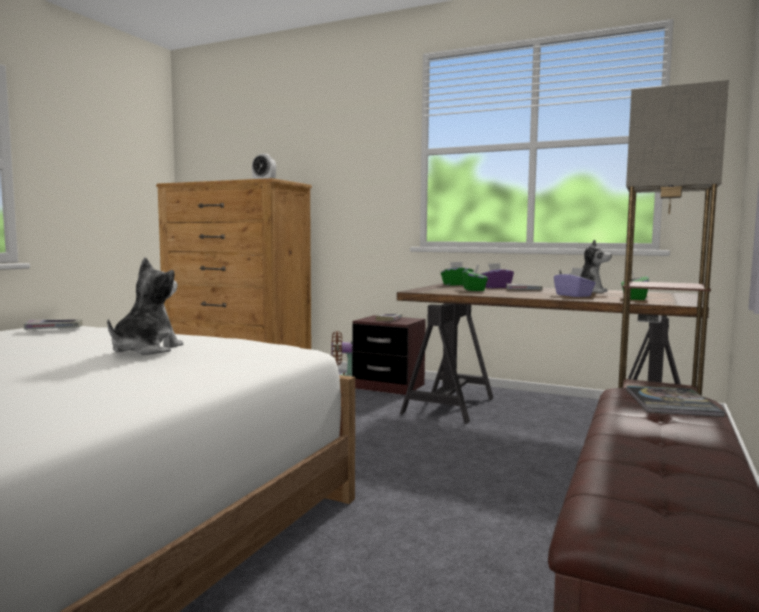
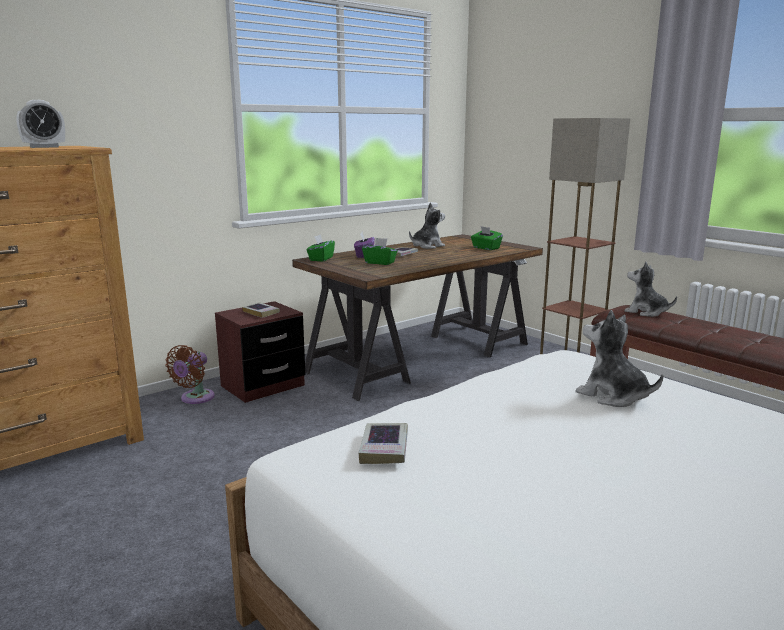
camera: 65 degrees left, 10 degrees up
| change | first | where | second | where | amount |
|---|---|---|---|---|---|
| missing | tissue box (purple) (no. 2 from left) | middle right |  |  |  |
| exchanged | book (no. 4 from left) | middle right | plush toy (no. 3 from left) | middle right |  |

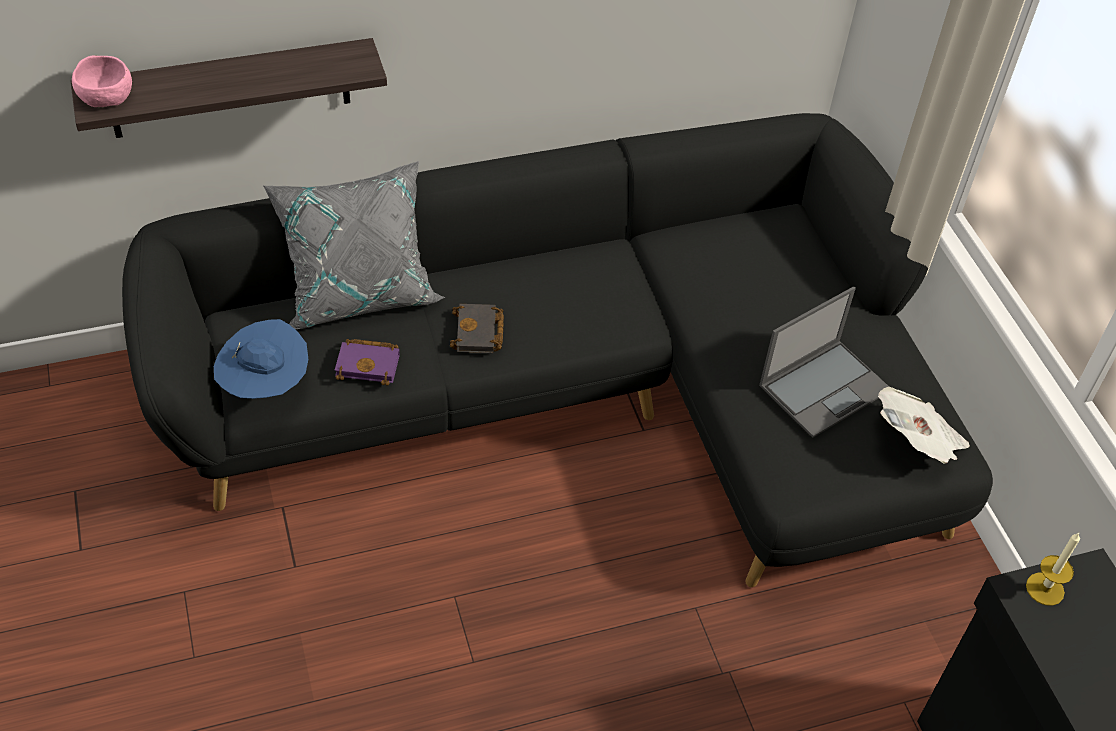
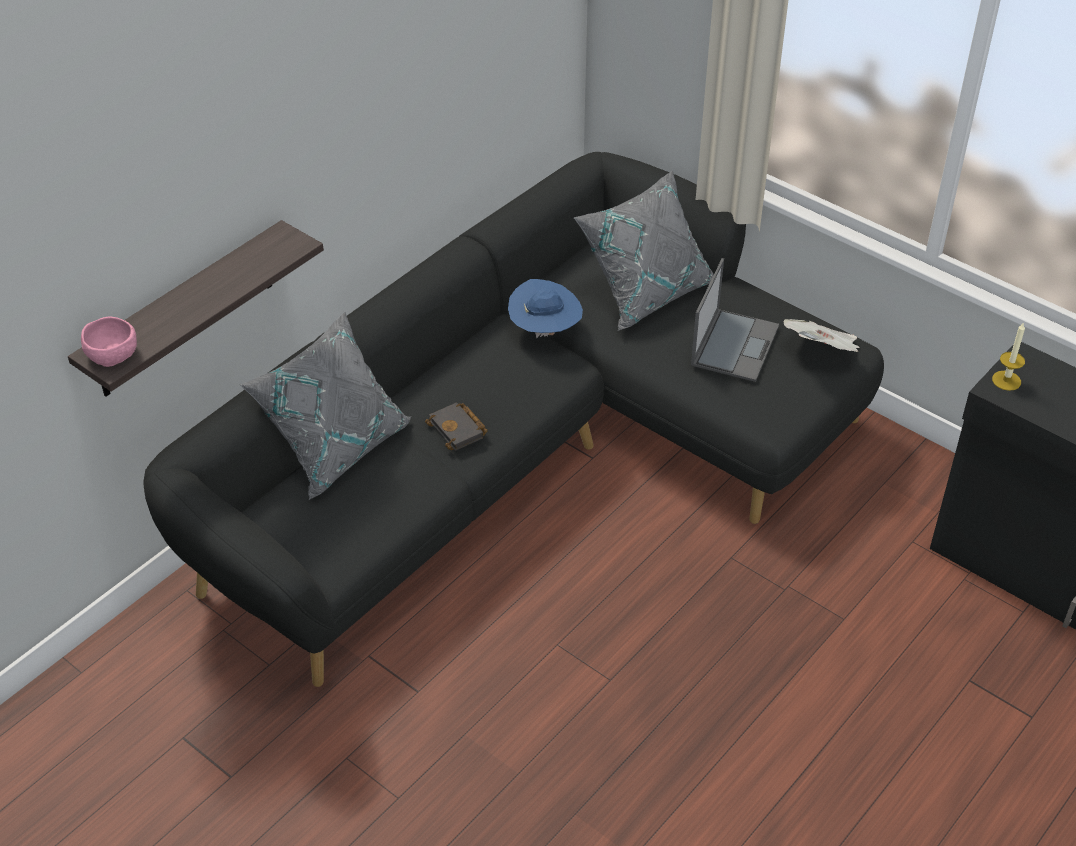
camera: 30 degrees left, 5 degrees down
| change | first | where | second | where | amount |
|---|---|---|---|---|---|
| missing | book (purple) | middle left |  |  |  |
| appeared |  |  | pillow (grey) (no. 2 from left) | top centre |  |
| relocated | hat (blue) | middle left |  | centre |  |

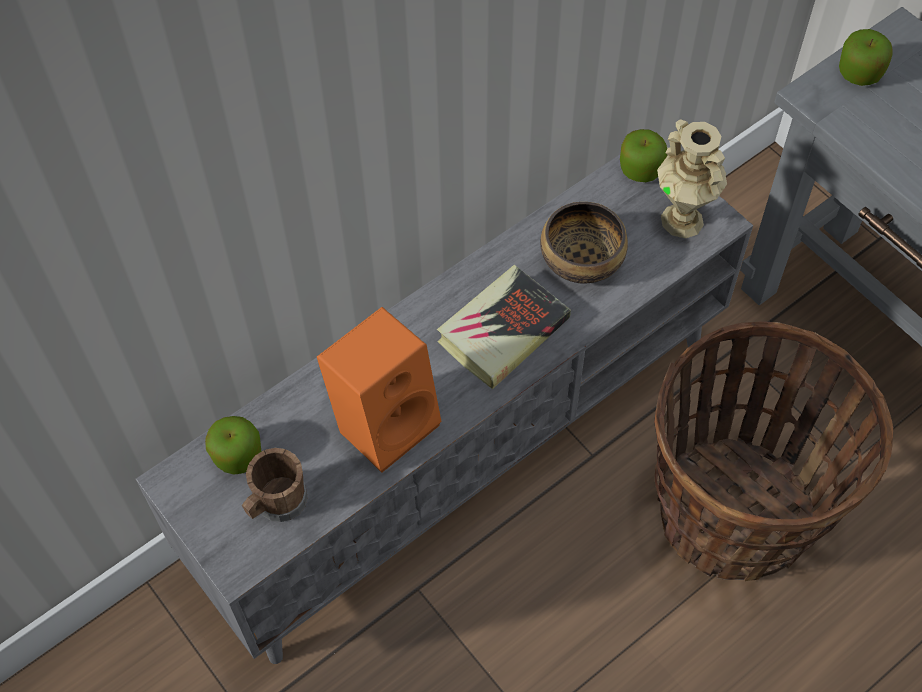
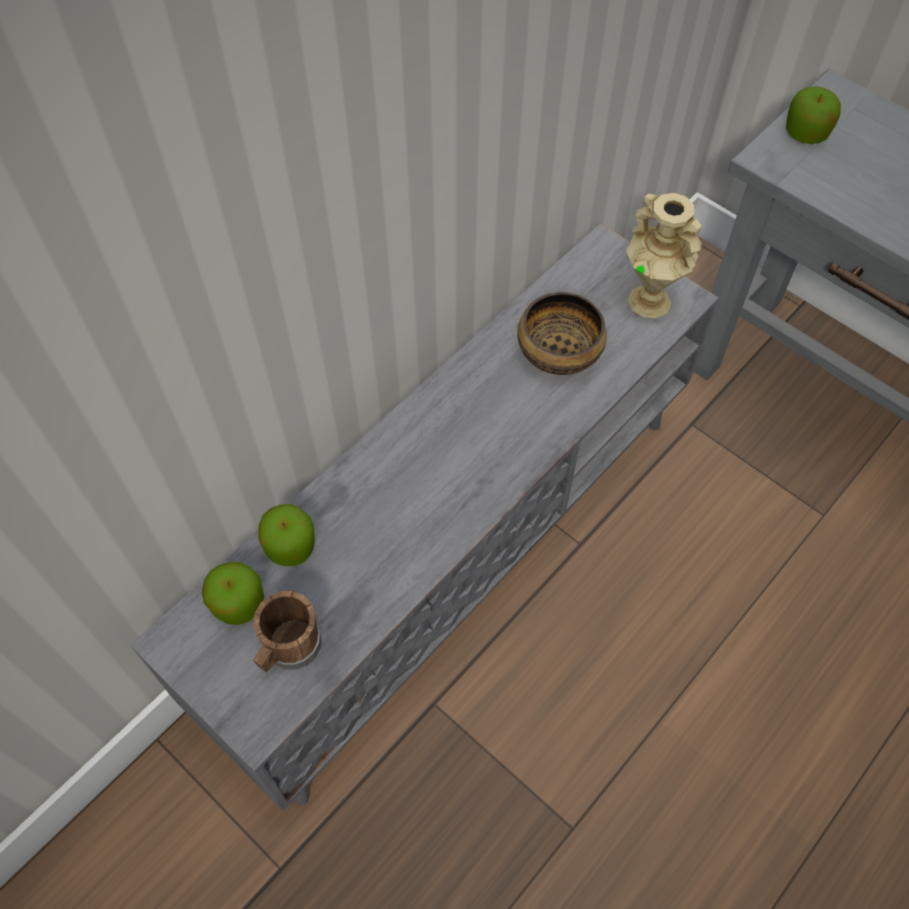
camera: 10 degrees left, 0 degrees up
| change | first | where | second | where | amount |
|---|---|---|---|---|---|
| missing | speaker (orange) | centre |  |  |  |
| missing | book | centre |  |  |  |
| missing | basket | middle right |  |  |  |
| relocated | apple (no. 2 from left) | top right |  | middle left |  |

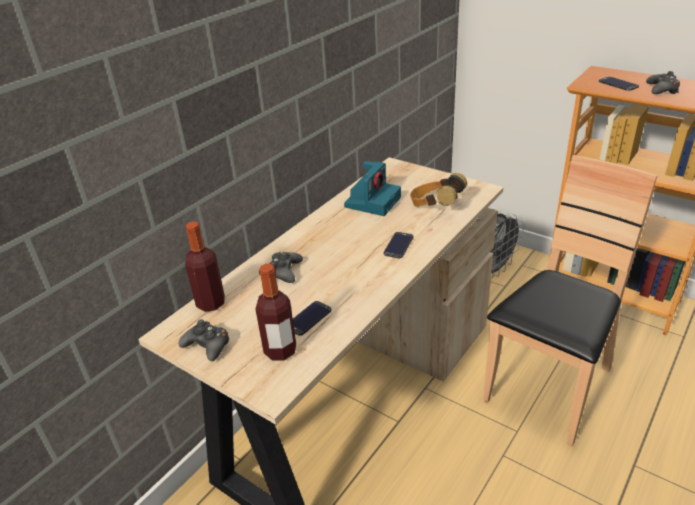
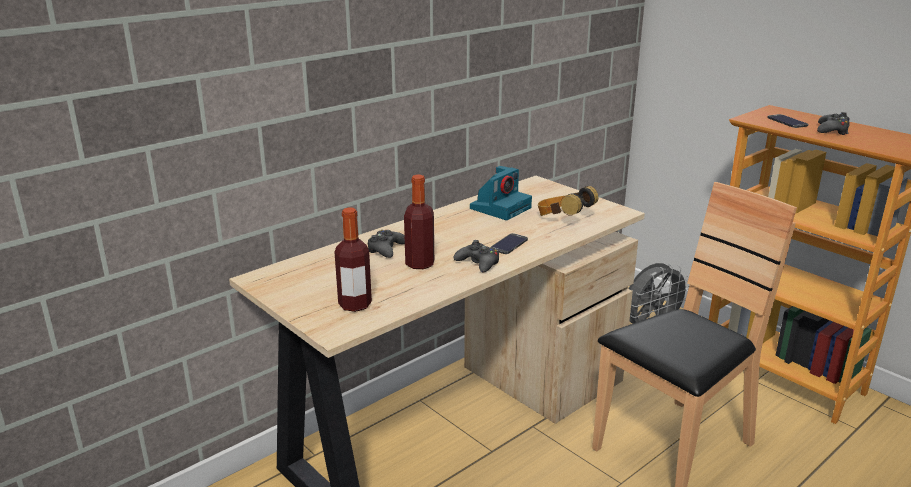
camera: 10 degrees right, 10 degrees down
| change | first | where | second | where | amount |
|---|---|---|---|---|---|
| missing | phone (no. 1 from left) | centre |  |  |  |
| relocated | game controller (black) (no. 1 from left in the first image) | bottom left | game controller (black) (no. 2 from left) | centre |  |
| relocated | bottle (no. 1 from left in the first image) | middle left | bottle (no. 2 from left) | centre |  |

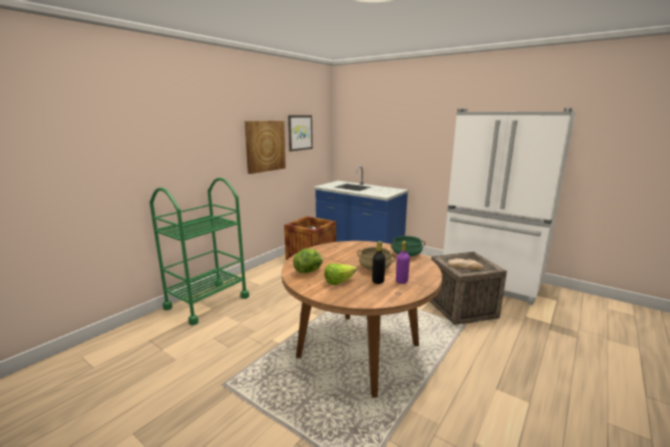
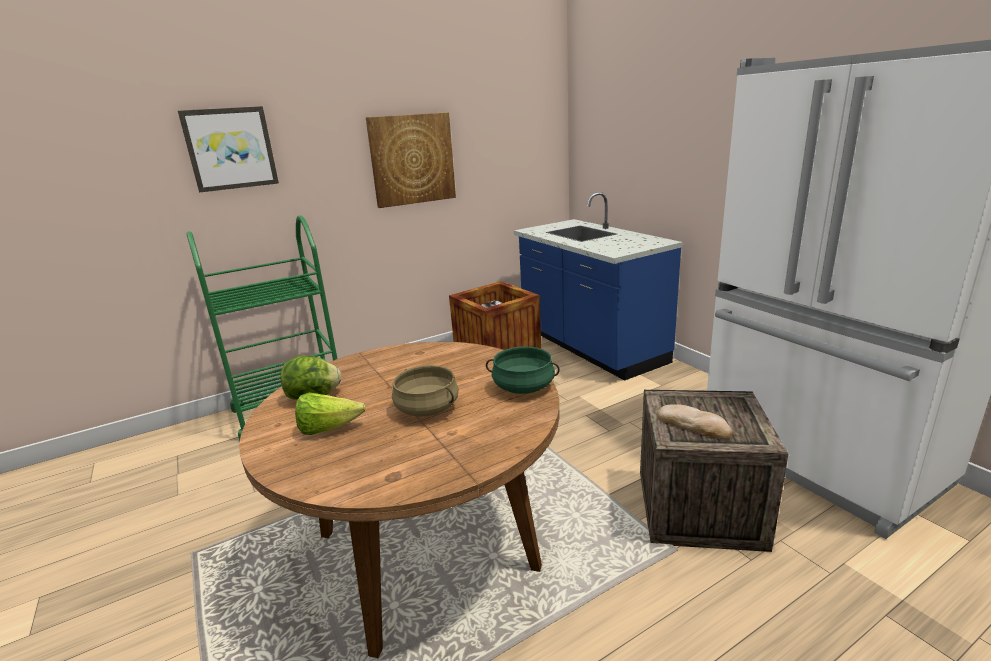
camera: 25 degrees right, 5 degrees up
| change | first | where | second | where | amount |
|---|---|---|---|---|---|
| missing | bottle (black) | centre |  |  |  |
| missing | bottle (purple) | centre |  |  |  |
| relocated | picture (no. 2 from left in the first image) | top centre | picture (no. 1 from left) | top left |  |

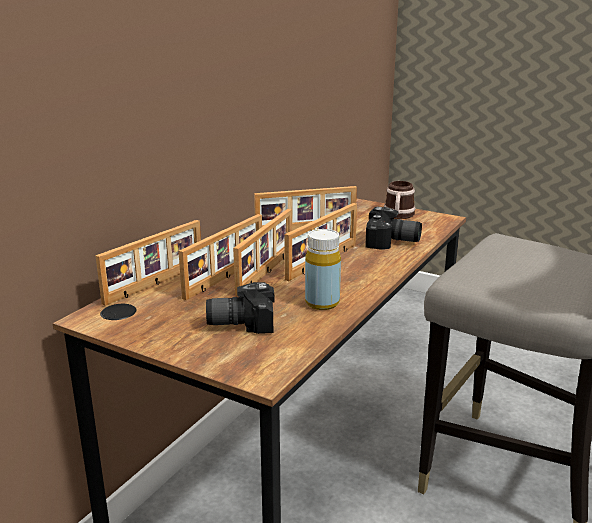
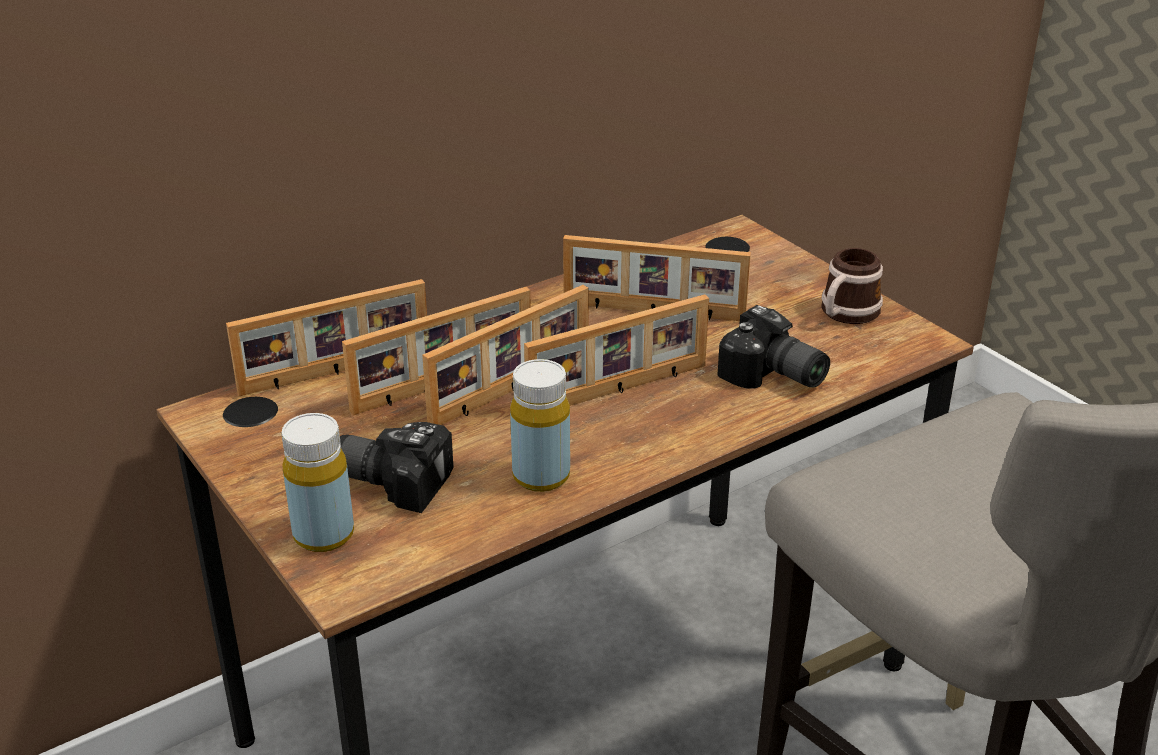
camera: 25 degrees right, 10 degrees up
| change | first | where | second | where | amount |
|---|---|---|---|---|---|
| appeared |  |  | bottle (yellow) (no. 1 from left) | middle left |  |

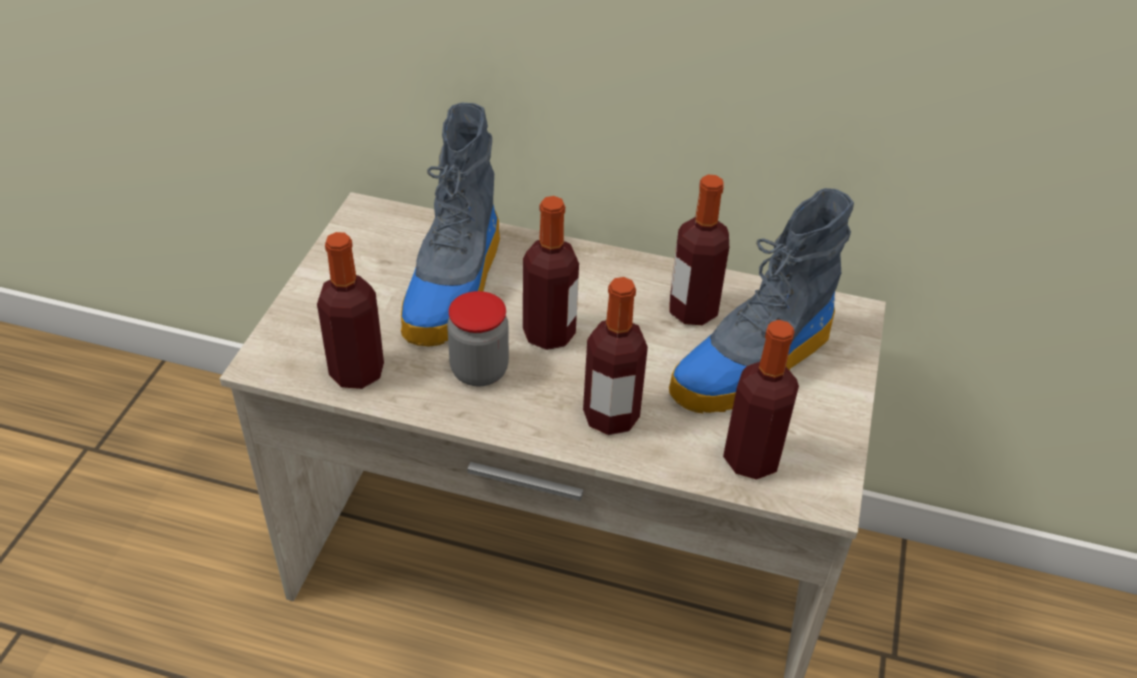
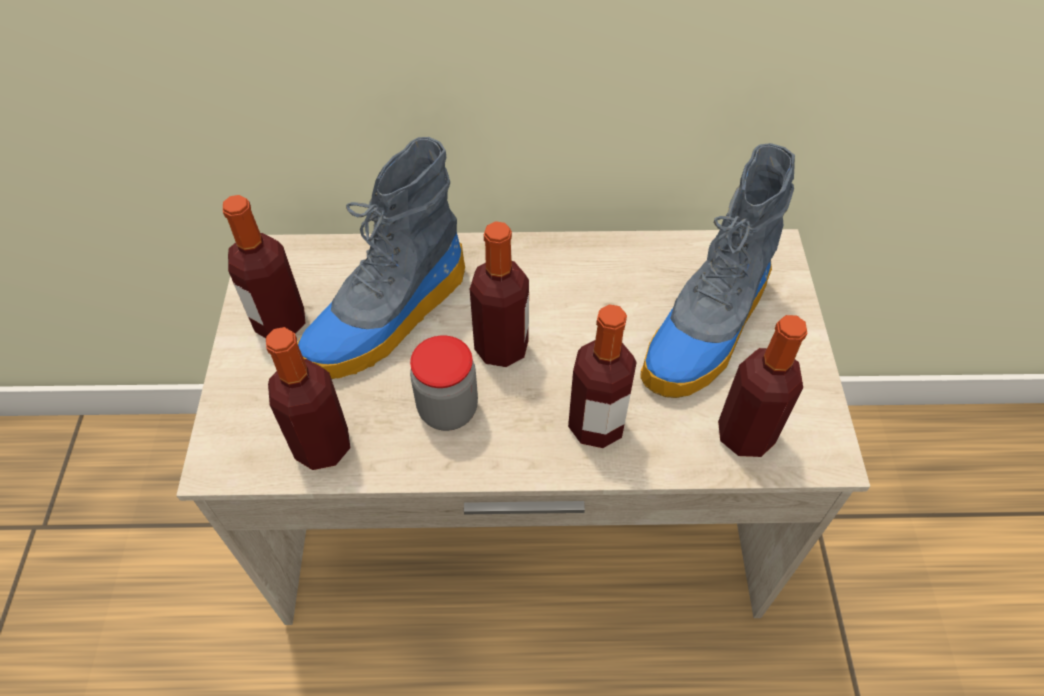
camera: 15 degrees left, 10 degrees up
| change | first | where | second | where | amount |
|---|---|---|---|---|---|
| relocated | bottle (no. 4 from left in the first image) | centre | bottle (no. 1 from left) | middle left |  |
| spun | boot (no. 1 from left) | top centre |  | centre | 45 degrees clockwise |

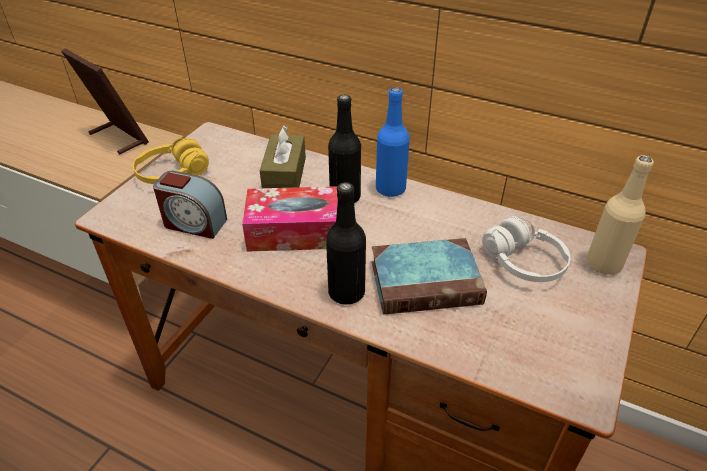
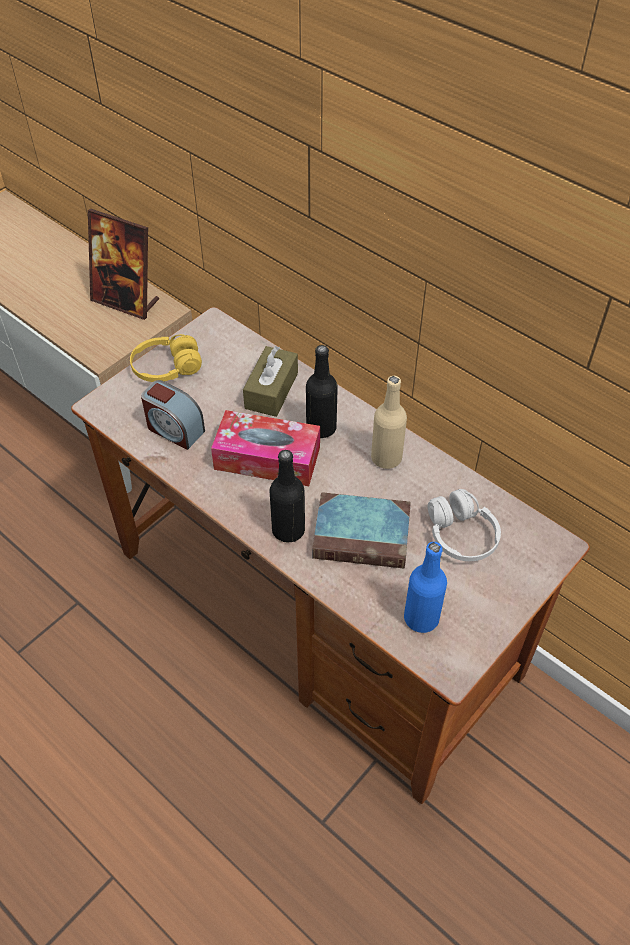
camera: 15 degrees right, 10 degrees up
| change | first | where | second | where | amount |
|---|---|---|---|---|---|
| relocated | bottle (blue) | top centre |  | middle right |  |
| relocated | bottle (beige) | middle right |  | centre |  |
| spun | picture frame | top left |  | top left | 150 degrees clockwise |

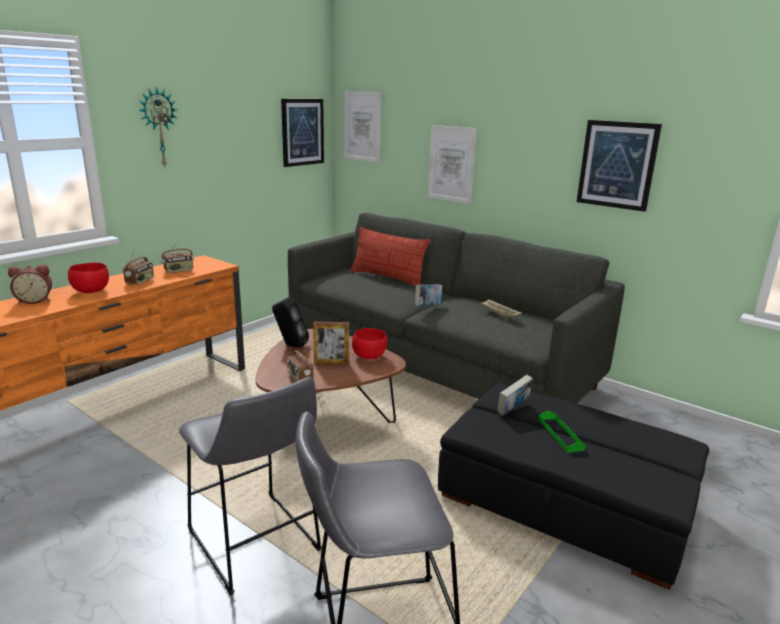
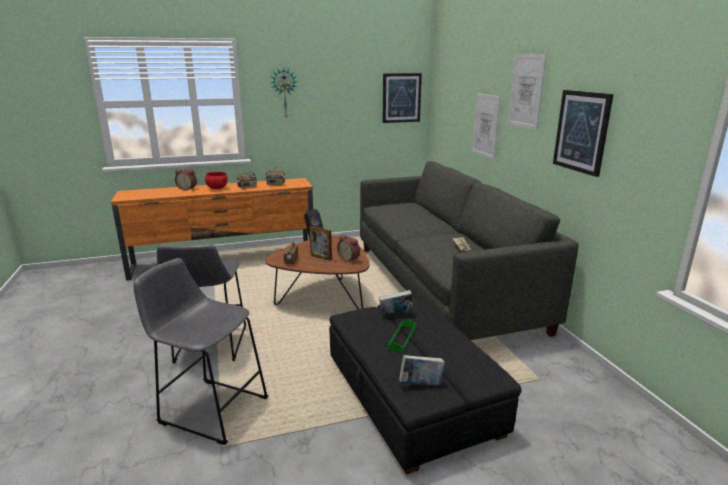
camera: 35 degrees right, 0 degrees up
| change | first | where | second | where | amount |
|---|---|---|---|---|---|
| missing | pillow | centre |  |  |  |
| relocated | picture (no. 2 from left in the first image) | top centre | picture (no. 3 from left) | top right |  |
| relocated | book (no. 1 from left in the first image) | centre | book (no. 2 from left) | bottom centre |  |
| exchanged | bowl (red) (no. 2 from left) | centre | alarm clock (no. 2 from left) | centre |  |

